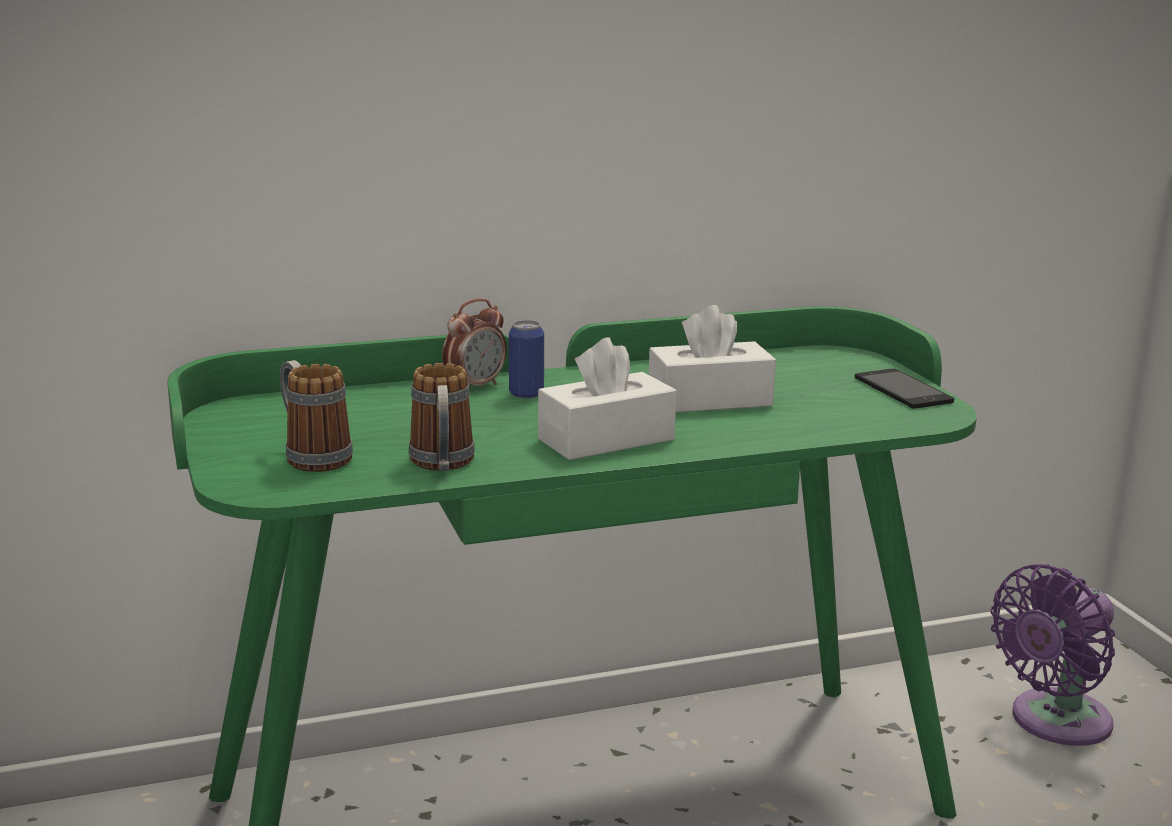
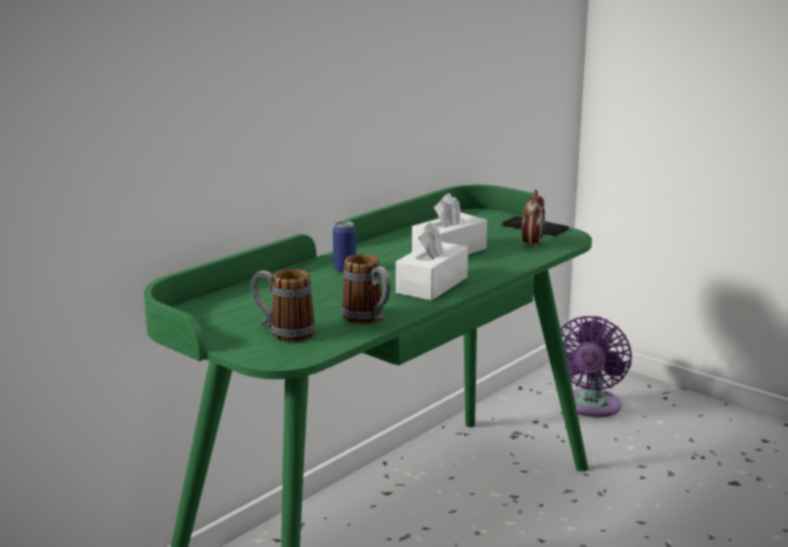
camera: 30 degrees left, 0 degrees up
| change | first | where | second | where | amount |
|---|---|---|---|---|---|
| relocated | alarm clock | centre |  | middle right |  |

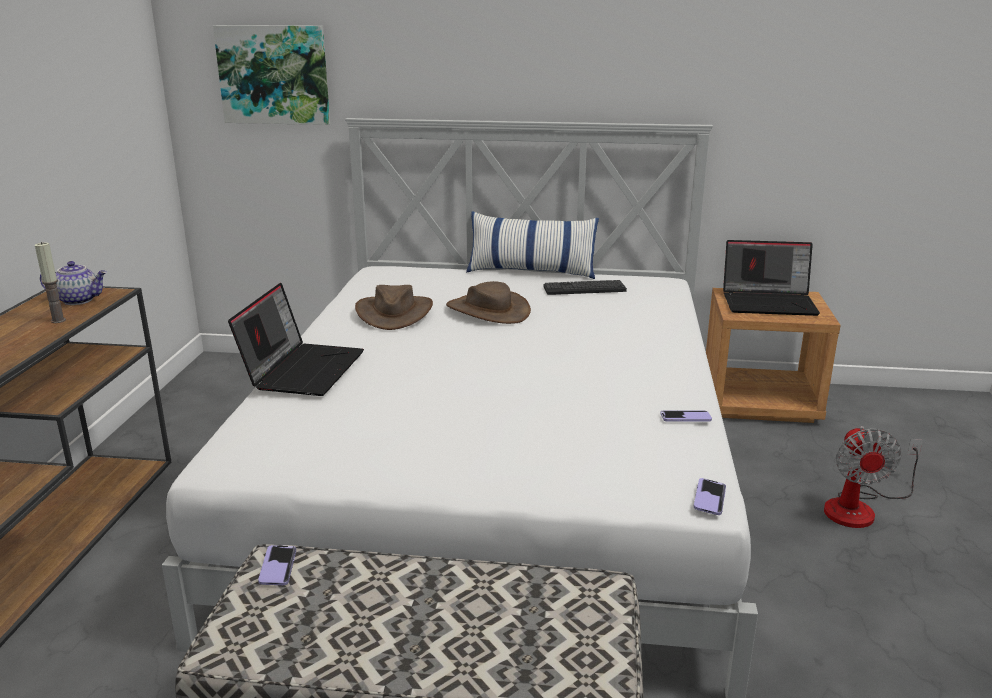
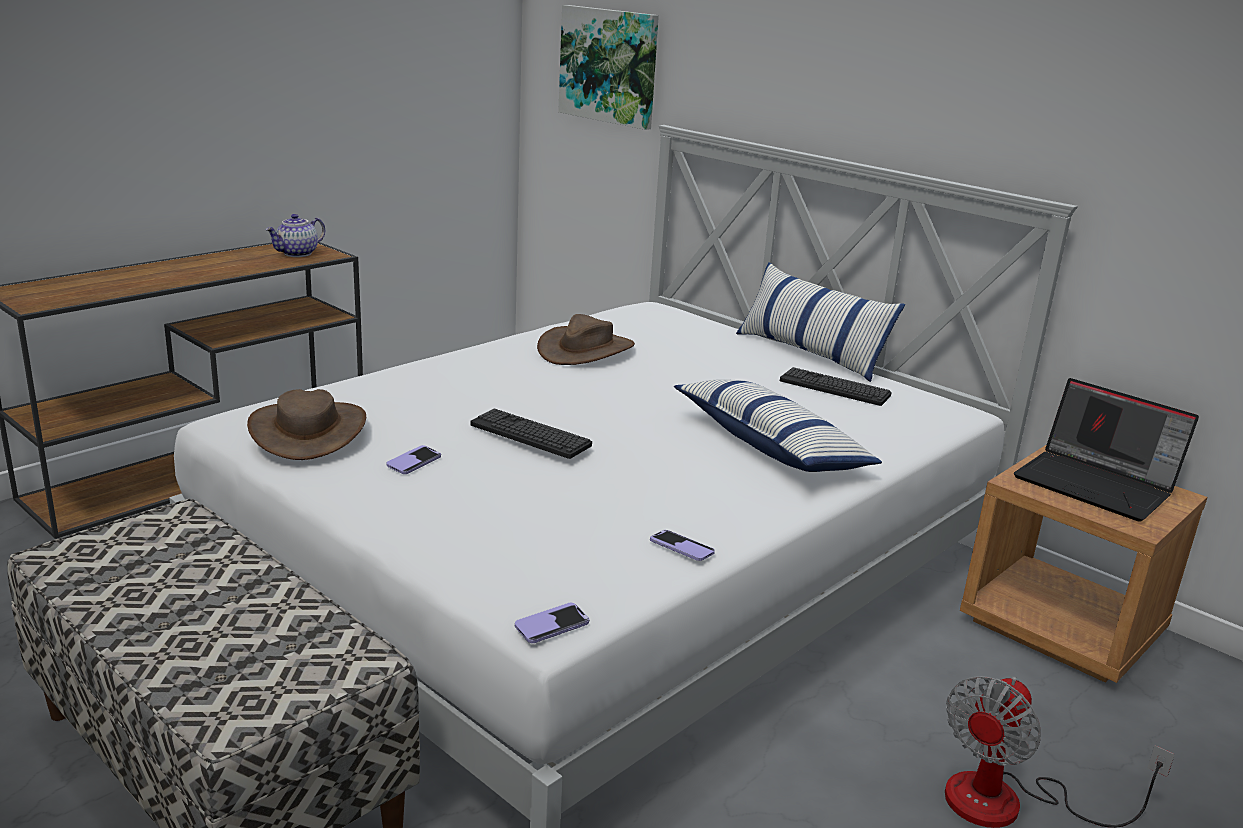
camera: 35 degrees right, 0 degrees up
| change | first | where | second | where | amount |
|---|---|---|---|---|---|
| missing | candle | middle left |  |  |  |
| missing | laptop (no. 1 from left) | middle left |  |  |  |
| appeared |  |  | keyboard (no. 1 from left) | centre |  |
| appeared |  |  | pillow (no. 1 from left) | centre |  |
| relocated | phone (no. 1 from left) | bottom left |  | middle left |  |
| relocated | hat (brown) (no. 2 from left in the first image) | centre | hat (brown) (no. 1 from left) | middle left |  |
| spun | teapot | middle left |  | top left | 90 degrees clockwise |

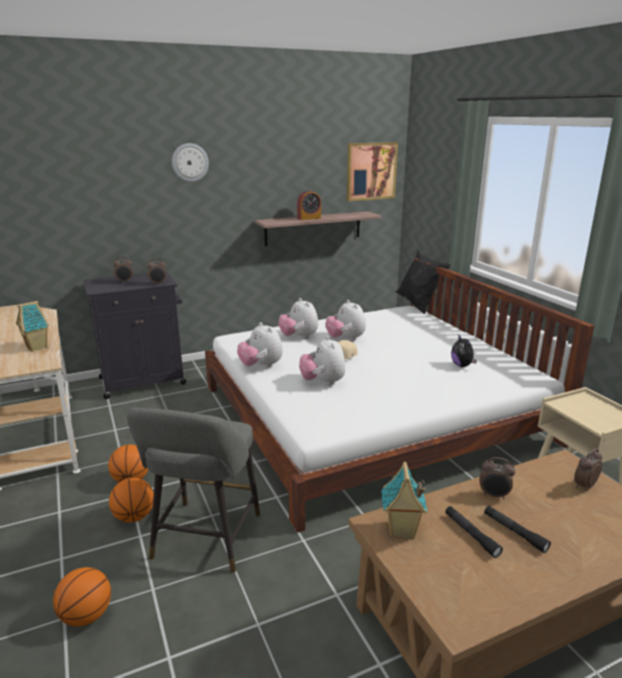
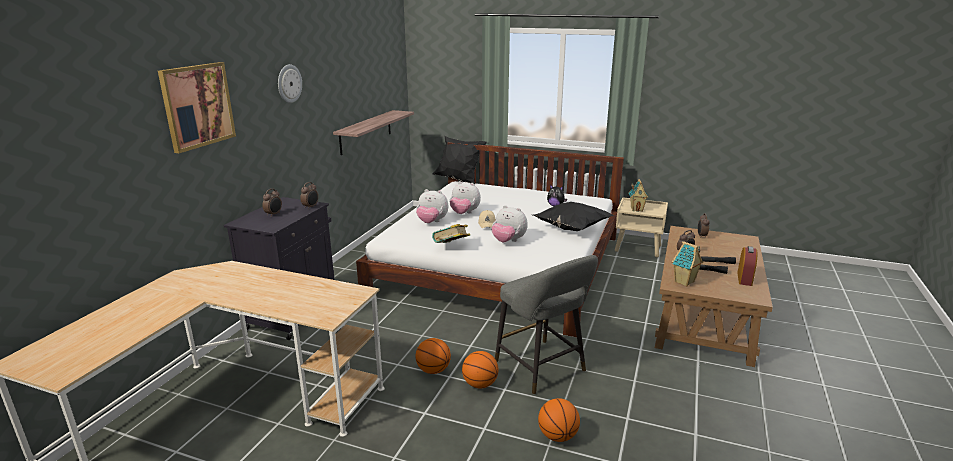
camera: 45 degrees left, 0 degrees up
| change | first | where | second | where | amount |
|---|---|---|---|---|---|
| appeared |  |  | pillow (black) (no. 2 from left) | centre |  |
| relocated | toy house (no. 1 from left) | middle left |  | middle right |  |
| relocated | alarm clock (no. 3 from left in the first image) | top centre | alarm clock (no. 5 from left) | middle right |  |
| relocated | picture | top centre |  | top left |  |
| exchanged | plush toy (no. 1 from left) | centre | book | centre |  |

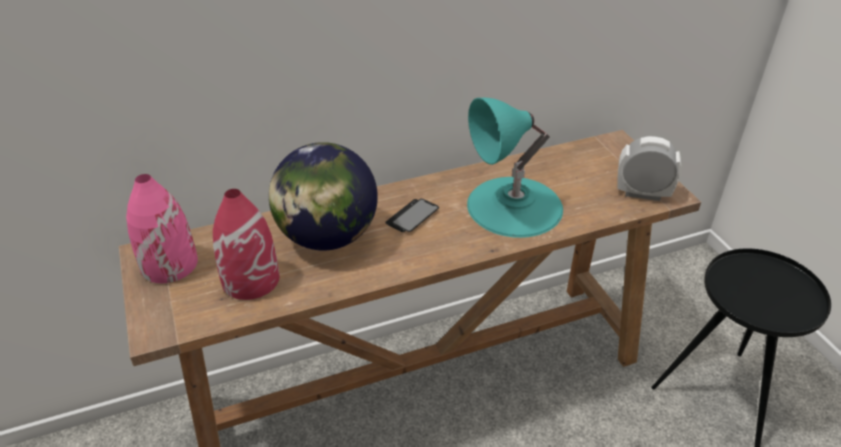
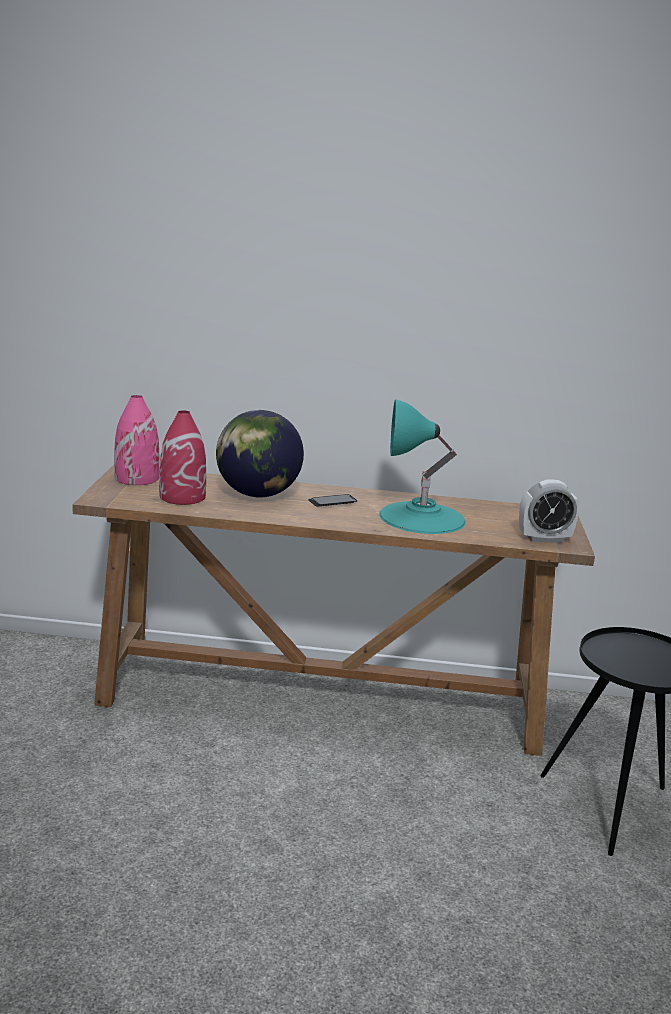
camera: 25 degrees right, 20 degrees down
| change | first | where | second | where | amount |
|---|---|---|---|---|---|
| spun | alarm clock | middle right |  | middle right | 135 degrees clockwise |

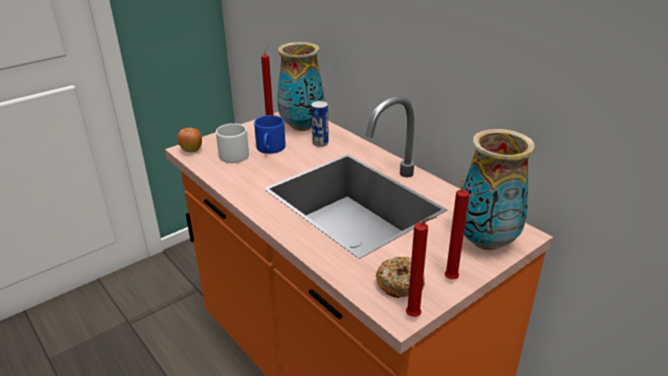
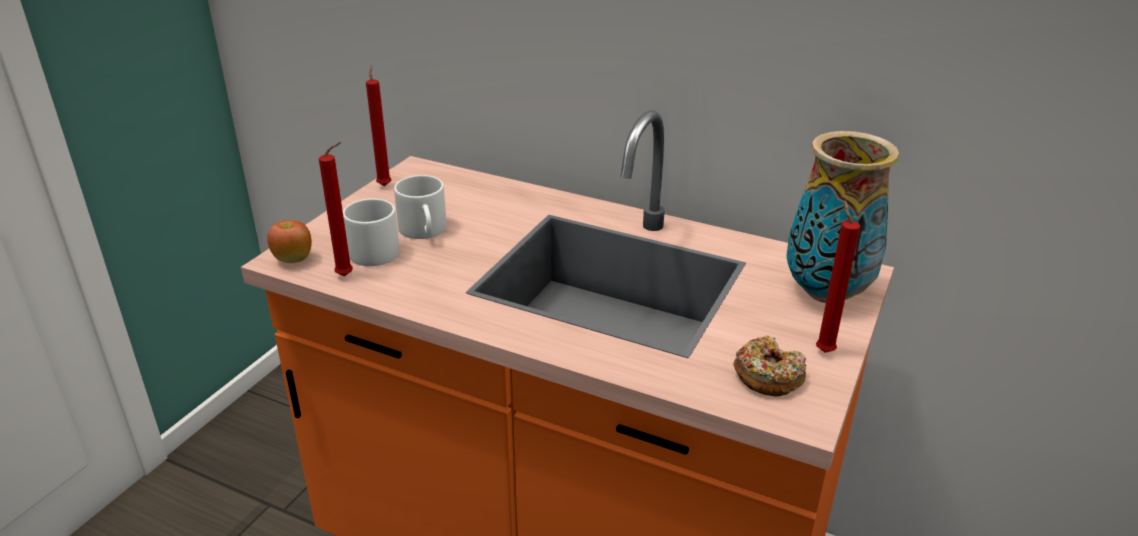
camera: 25 degrees left, 0 degrees up
| change | first | where | second | where | amount |
|---|---|---|---|---|---|
| missing | vase (no. 1 from left) | top centre |  |  |  |
| missing | can | top centre |  |  |  |
| relocated | candle (red) (no. 2 from left in the first image) | bottom centre | candle (red) (no. 1 from left) | middle left |  |
| colour | mug (blue) | centre | mug (white) (no. 2 from left) | centre |  |

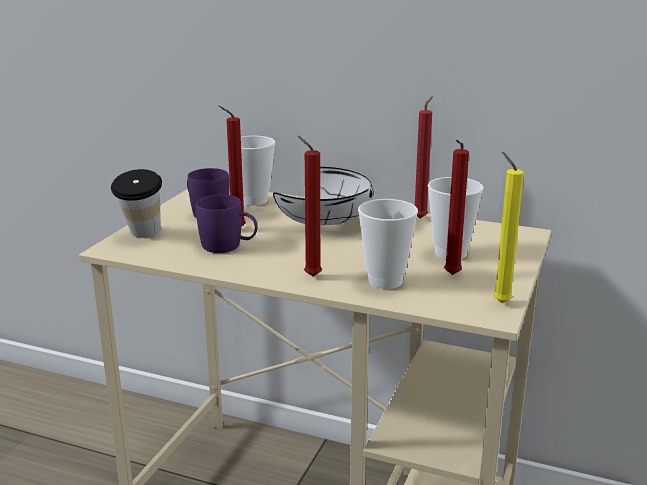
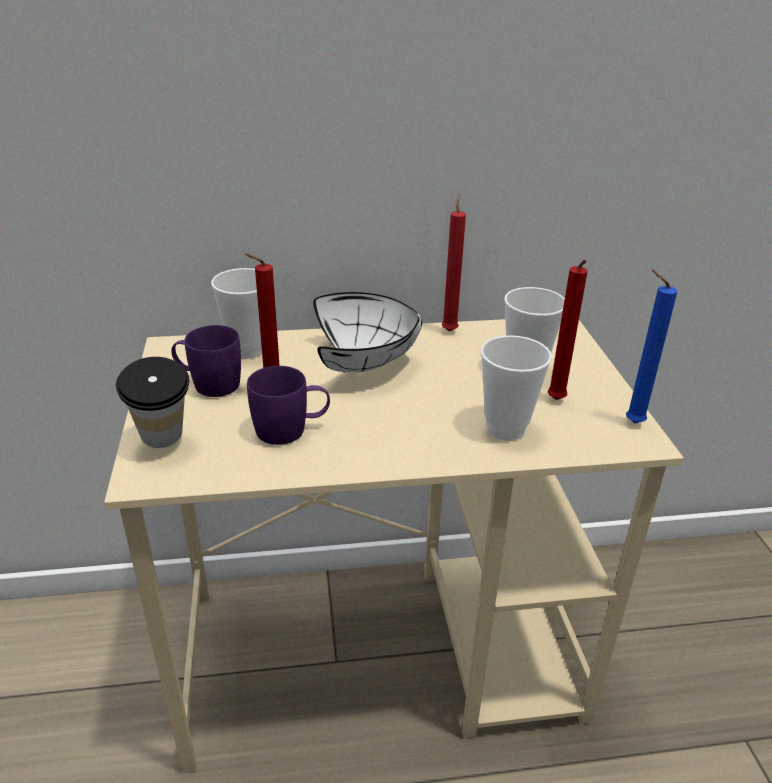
camera: 30 degrees left, 10 degrees up
| change | first | where | second | where | amount |
|---|---|---|---|---|---|
| missing | candle (red) (no. 2 from left) | centre |  |  |  |
| colour | candle (yellow) | middle right | candle (blue) | middle right |  |

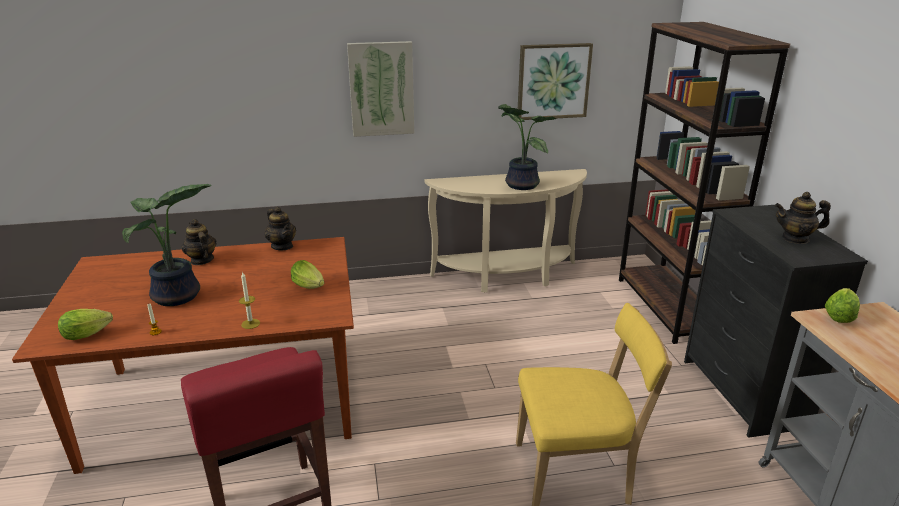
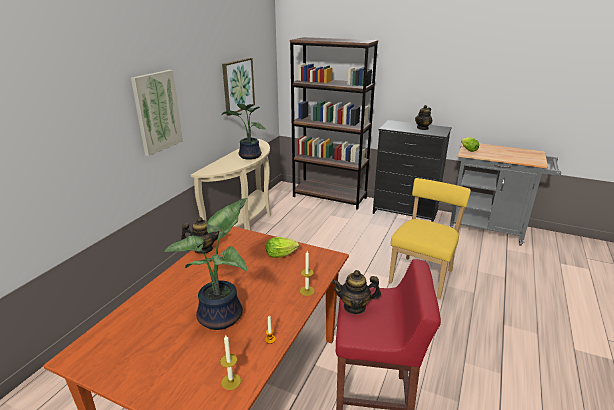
camera: 55 degrees left, 0 degrees up
| change | first | where | second | where | amount |
|---|---|---|---|---|---|
| relocated | teapot (no. 1 from left in the first image) | middle left | teapot (no. 2 from left) | bottom centre |  |
| exchanged | lettuce (no. 1 from left) | middle left | candle (no. 1 from left) | bottom centre |  |

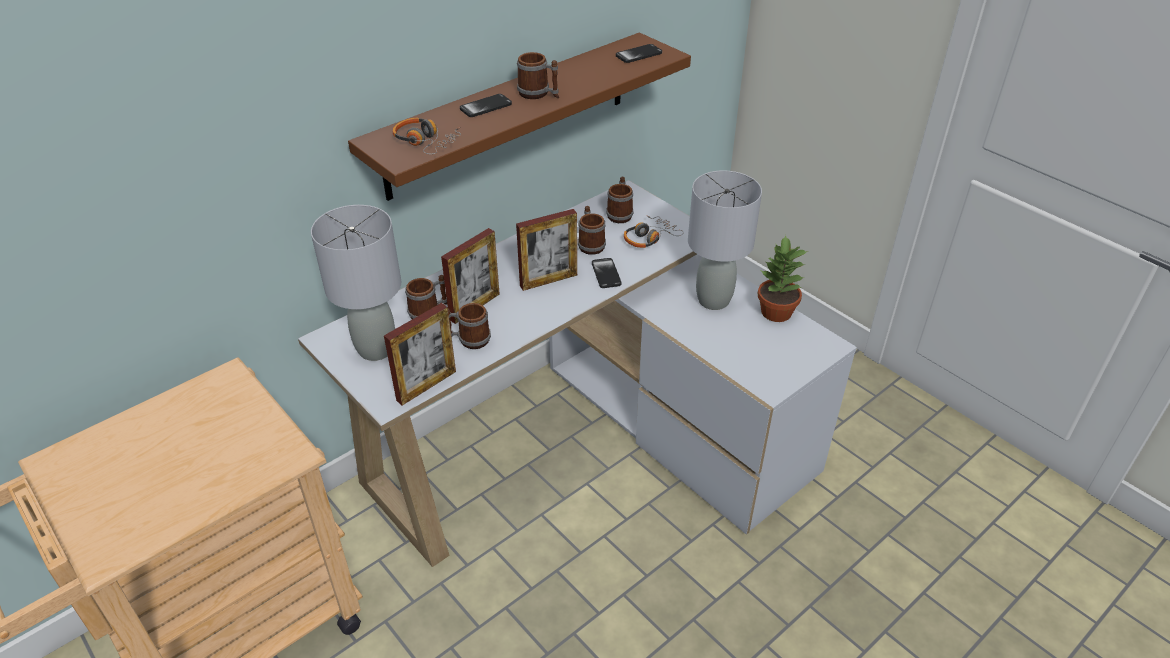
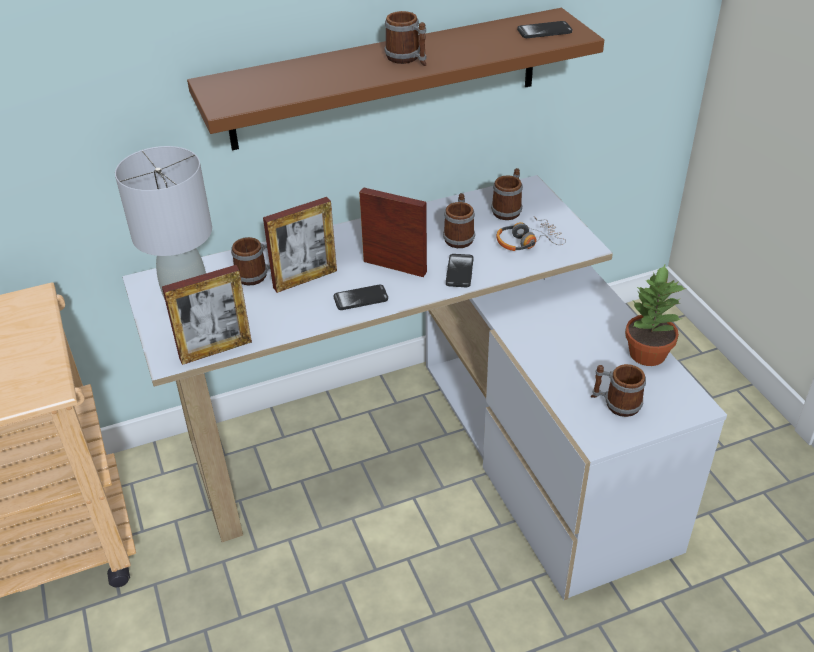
camera: 20 degrees right, 0 degrees up
| change | first | where | second | where | amount |
|---|---|---|---|---|---|
| missing | headphones (no. 1 from left) | top centre |  |  |  |
| missing | table lamp (grey) (no. 2 from left) | centre |  |  |  |
| relocated | mug (no. 2 from left in the first image) | centre | mug (no. 5 from left) | middle right |  |
| relocated | phone (no. 1 from left) | top centre |  | centre |  |
| spun | picture frame (no. 3 from left) | centre |  | centre | 150 degrees counterclockwise |

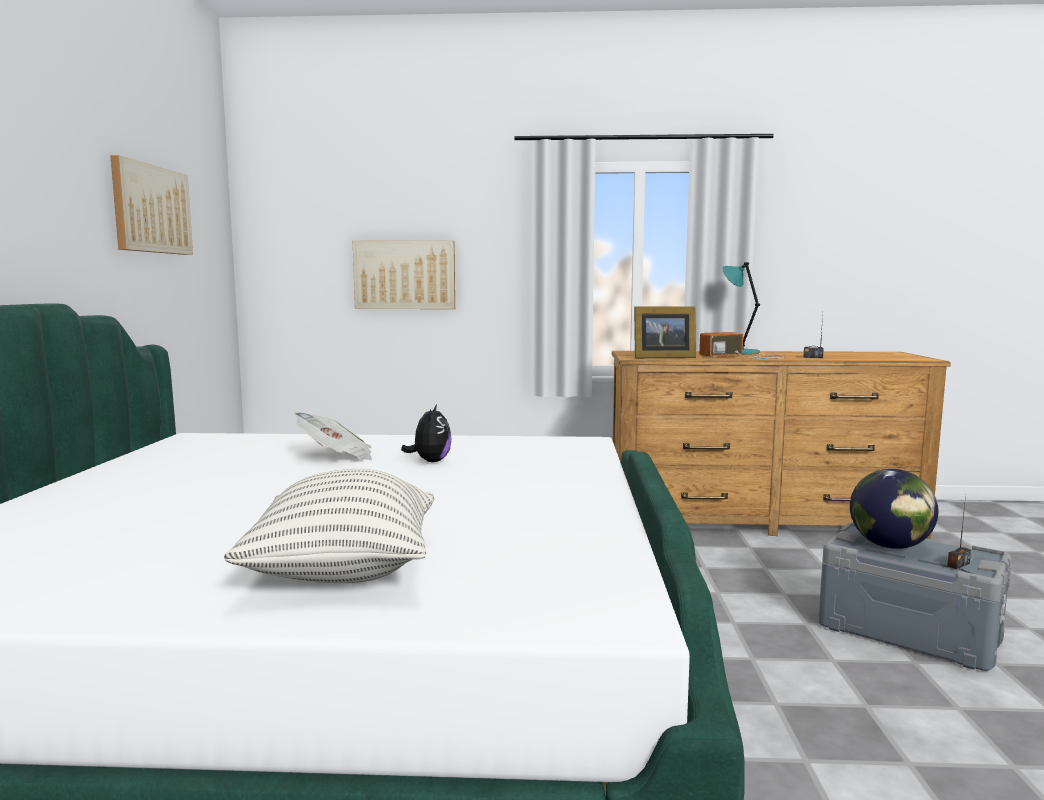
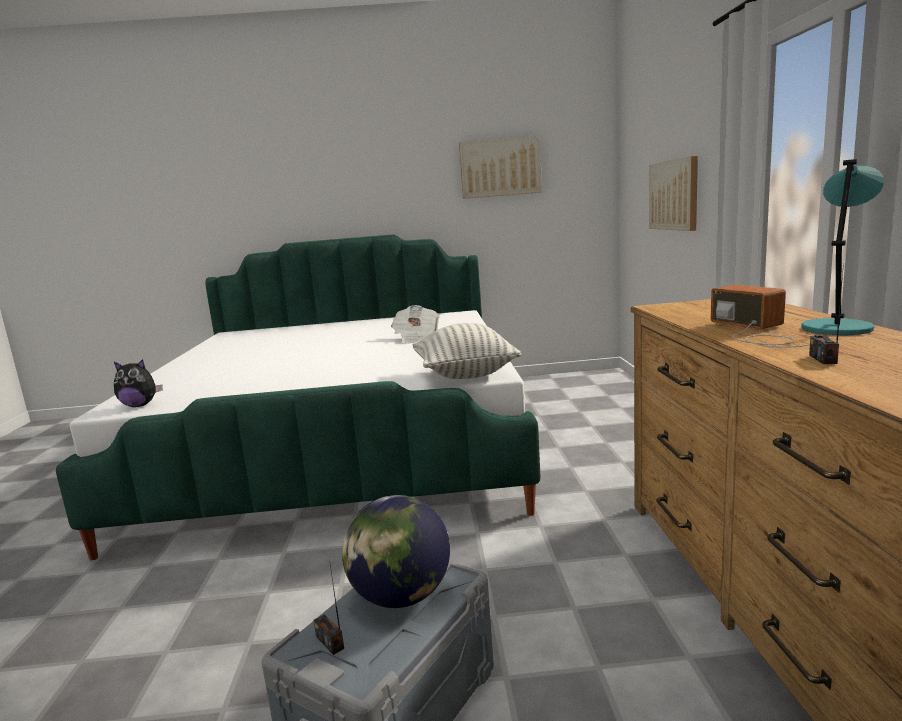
camera: 85 degrees right, 5 degrees up
| change | first | where | second | where | amount |
|---|---|---|---|---|---|
| missing | picture frame | centre |  |  |  |
| relocated | pillow | middle left |  | centre |  |
| relocated | plush toy | centre |  | middle left |  |

